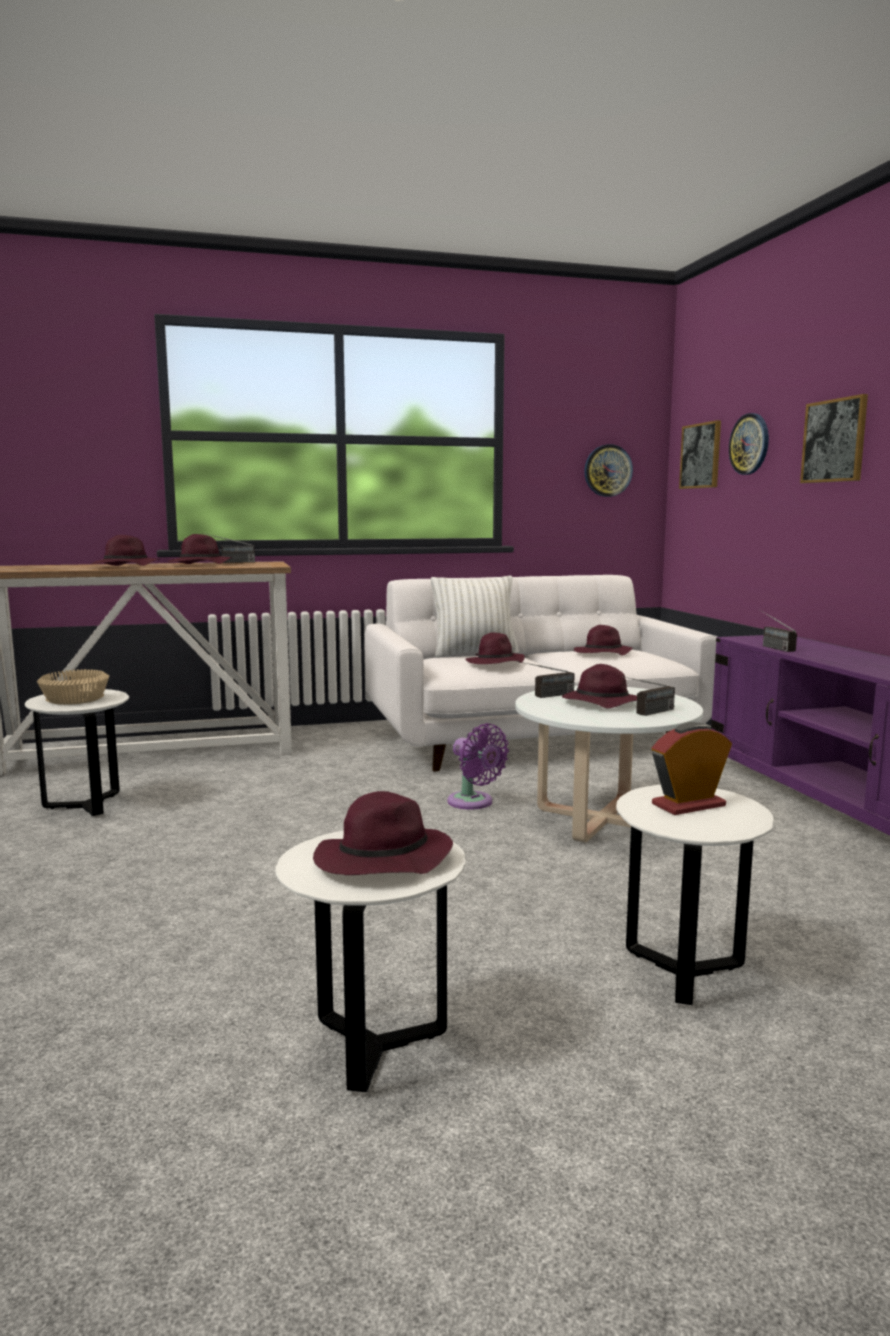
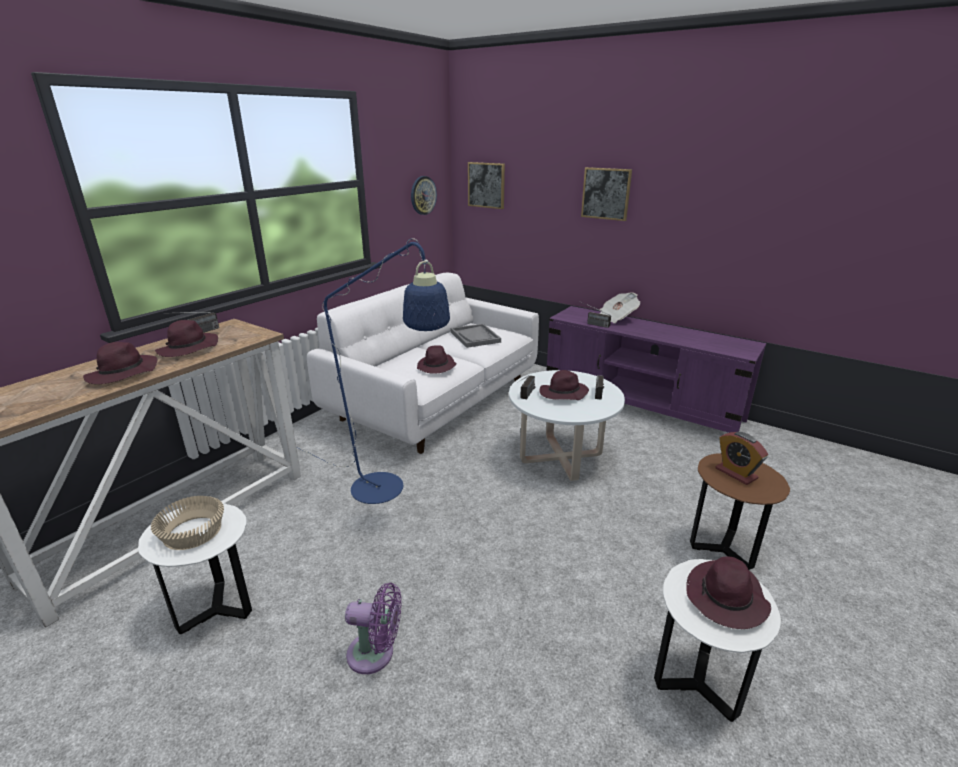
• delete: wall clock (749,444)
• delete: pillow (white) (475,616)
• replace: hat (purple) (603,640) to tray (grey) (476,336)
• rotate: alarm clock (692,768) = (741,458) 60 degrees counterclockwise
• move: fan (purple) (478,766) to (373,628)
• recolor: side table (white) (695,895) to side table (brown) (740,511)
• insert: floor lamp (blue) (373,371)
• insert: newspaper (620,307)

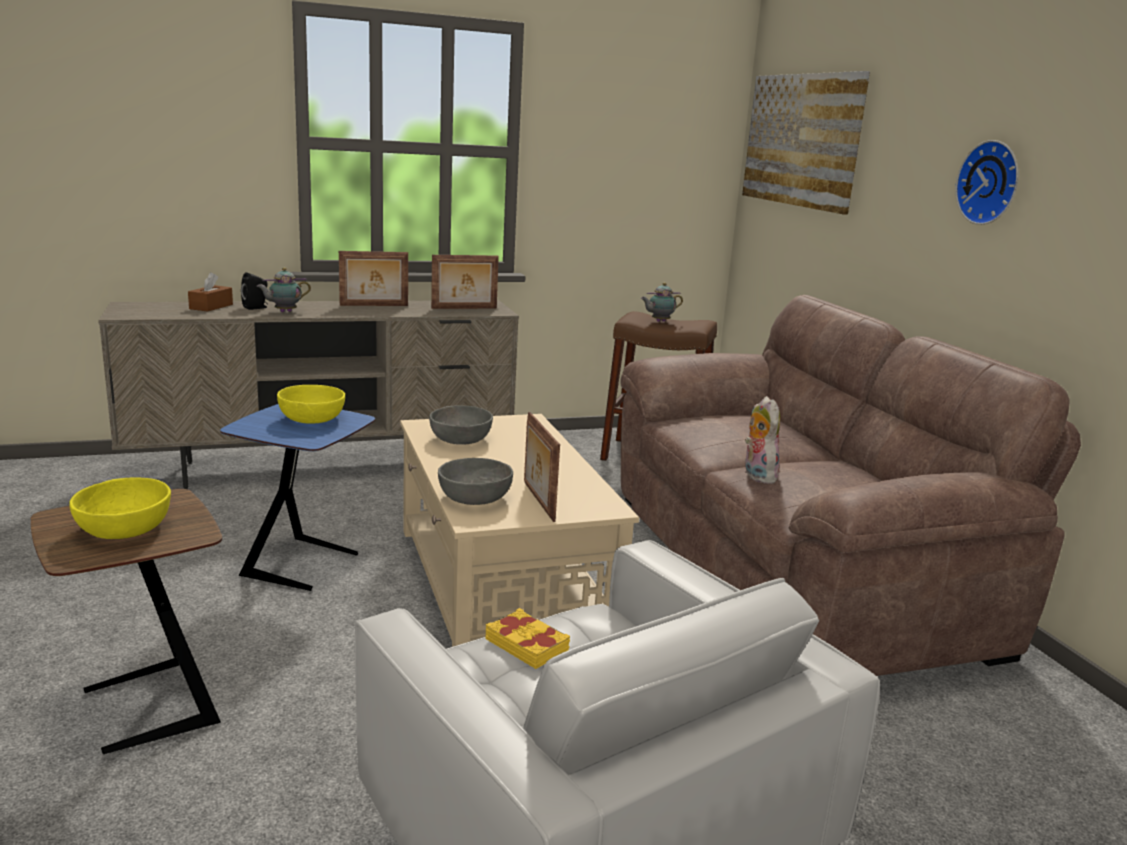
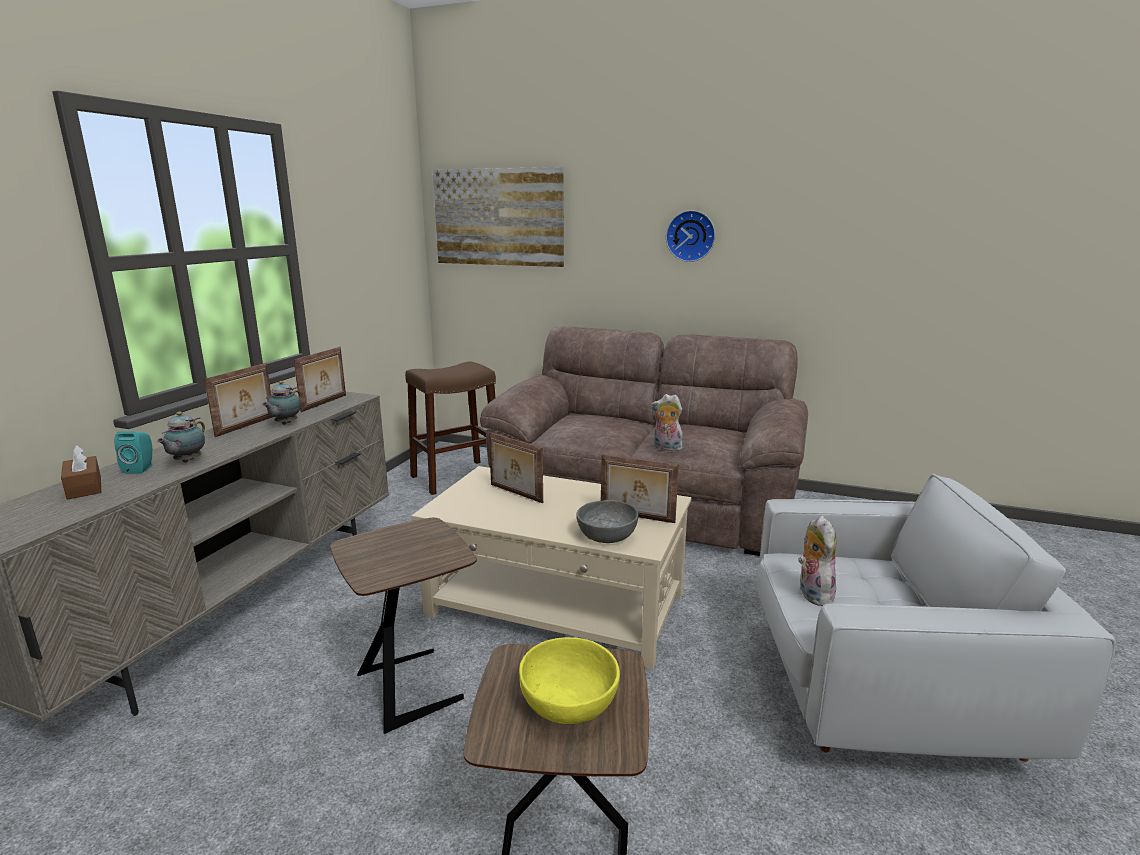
• recolor: speaker (black) (254,291) to speaker (turquoise) (133,452)
• move: teapot (662,302) to (281,403)
• delete: bowl (yellow) (311,404)
• recolor: side table (blue) (297,497) to side table (brown) (403,626)
• delete: bowl (grey) (461,425)
• replace: book (yellow) (527,638) to plush toy (817,560)
• insert: picture frame (516,467)

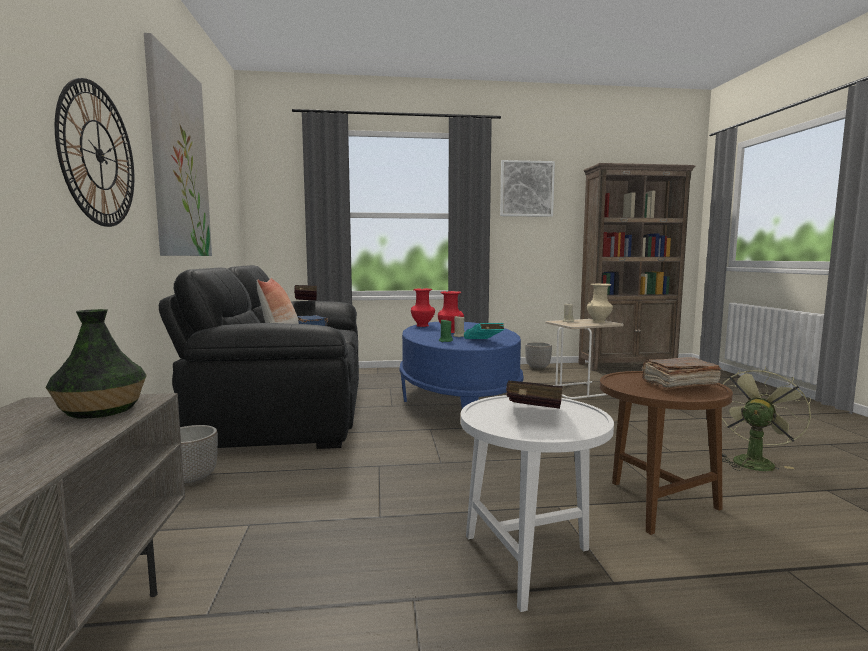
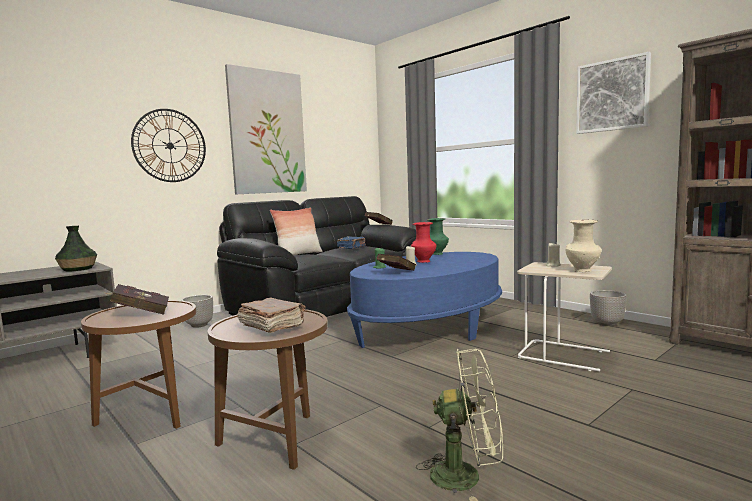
• recolor: vase (red) (423,307) to vase (green) (438,236)
• recolor: book (turquoise) (484,331) to book (red) (396,262)
• recolor: side table (white) (537,503) to side table (brown) (138,364)

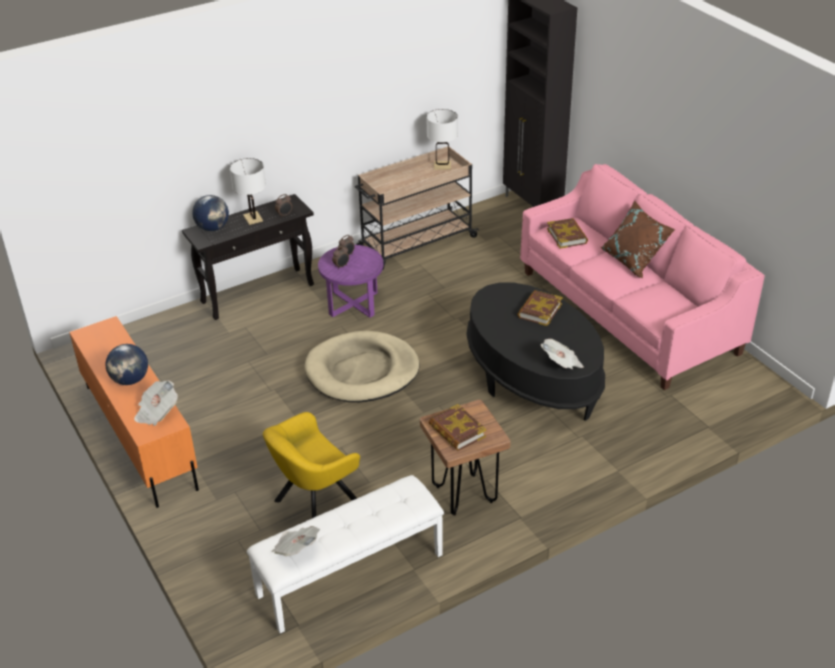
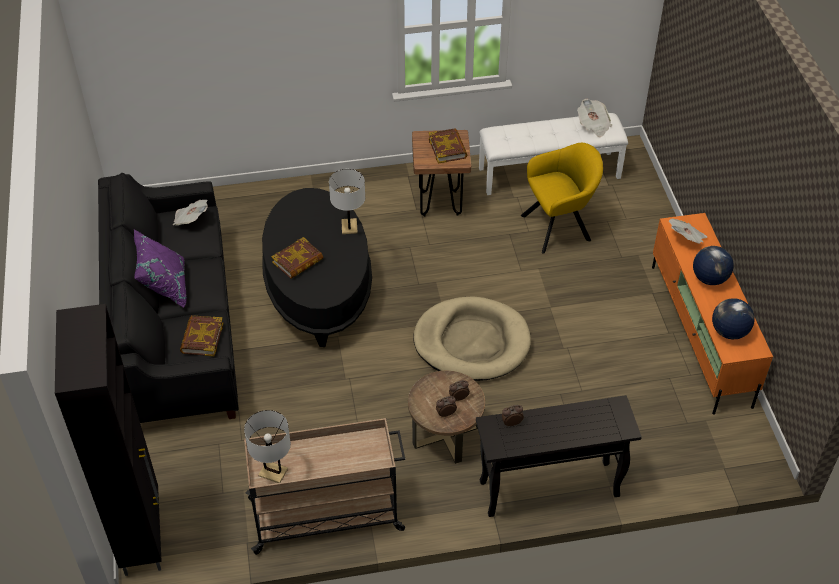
• move: table lamp (white) (248,191) to (347,201)
• recolor: sofa (pink) (642,277) to sofa (black) (168,298)
• move: globe (210,213) to (733,318)
• recolor: pillow (brown) (638,239) to pillow (purple) (160,268)
• recolor: side table (purple) (351,281) to side table (brown) (446,417)
• move: newspaper (562,354) to (190,212)

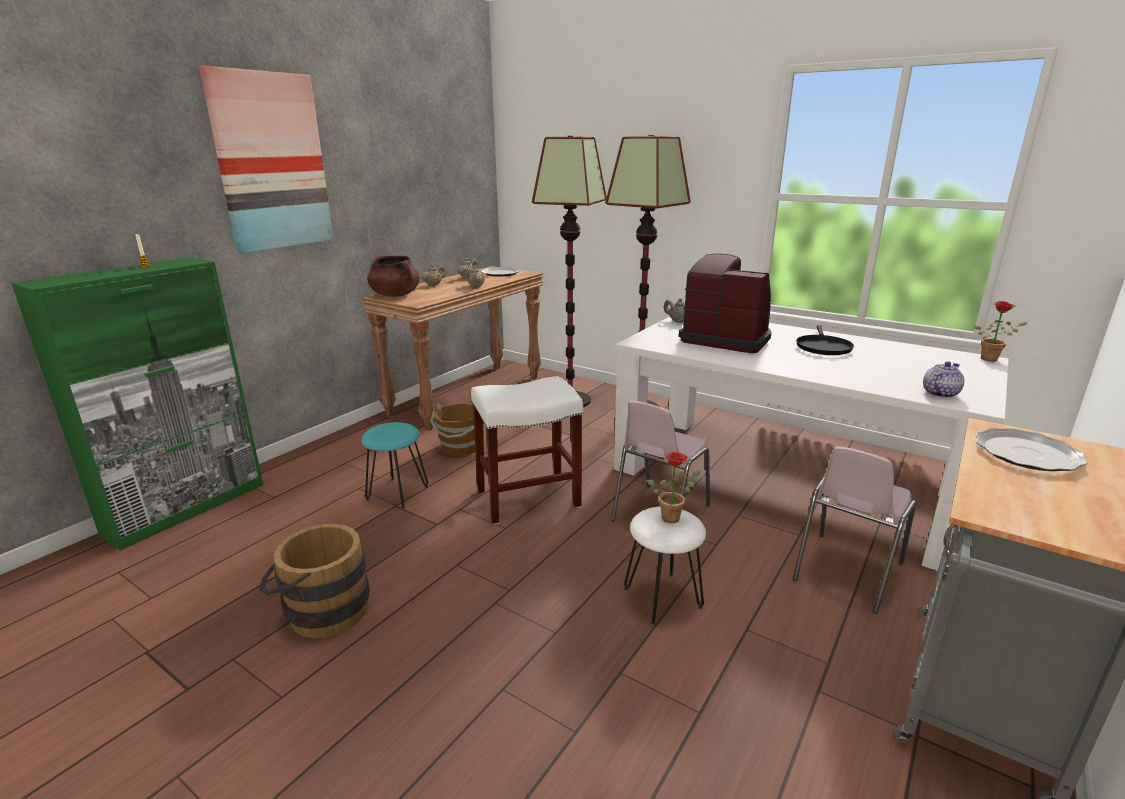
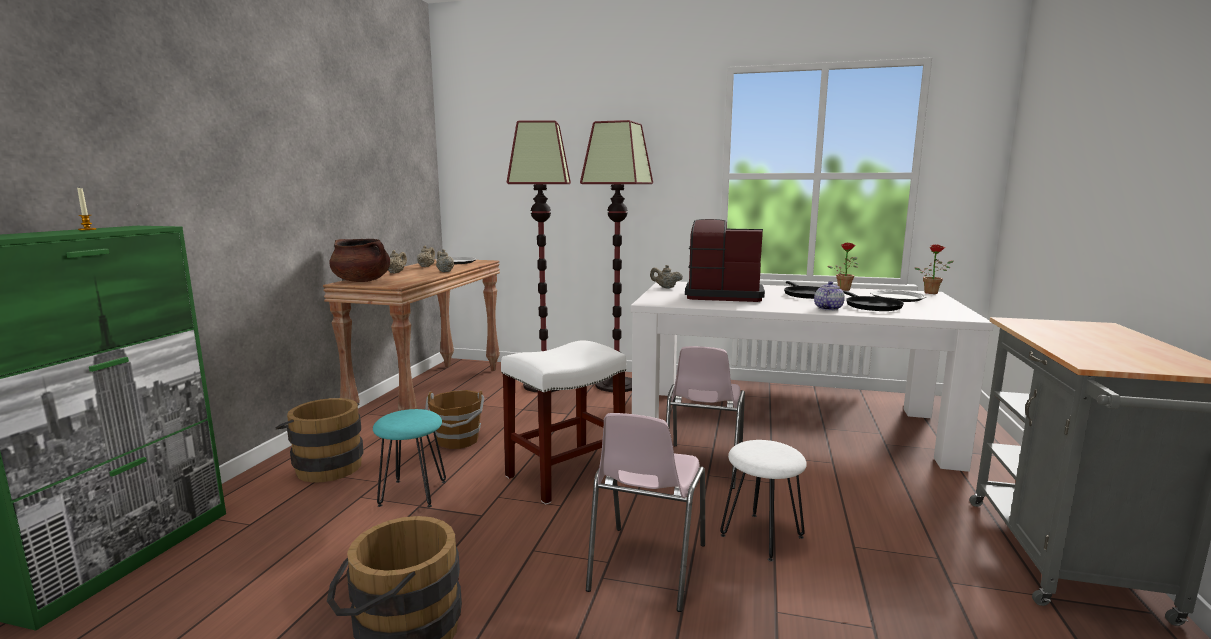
• delete: picture (266,159)
• move: teapot (943,379) to (829,296)
• move: plate (1031,449) to (898,296)
• move: chair (pink) (855,530) to (645,512)
• move: potted plant (673,487) to (843,267)
• insert: frying pan (black) (873,300)
• insert: bucket (brown) (319,440)

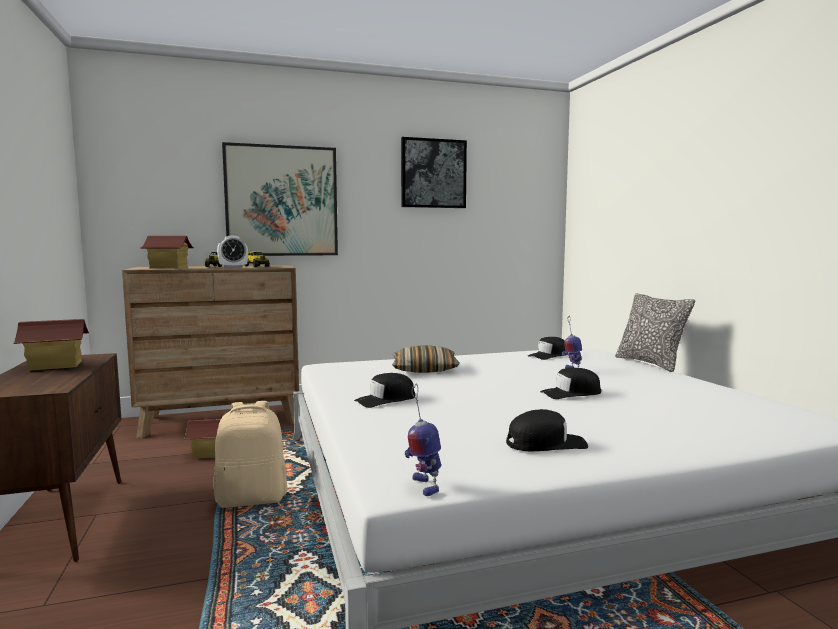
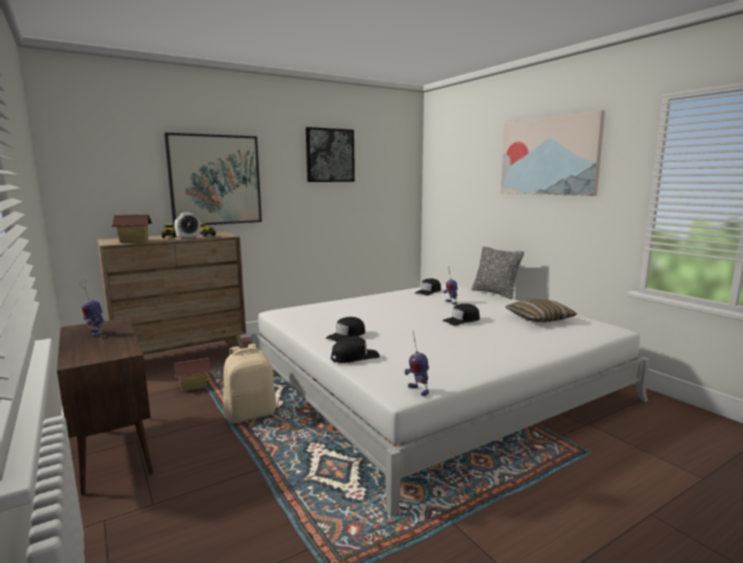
• replace: toy house (51,345) to toy robot (92,308)
• move: pillow (426,359) to (541,310)
• move: cap (black) (547,430) to (355,349)
• insert: picture (553,153)

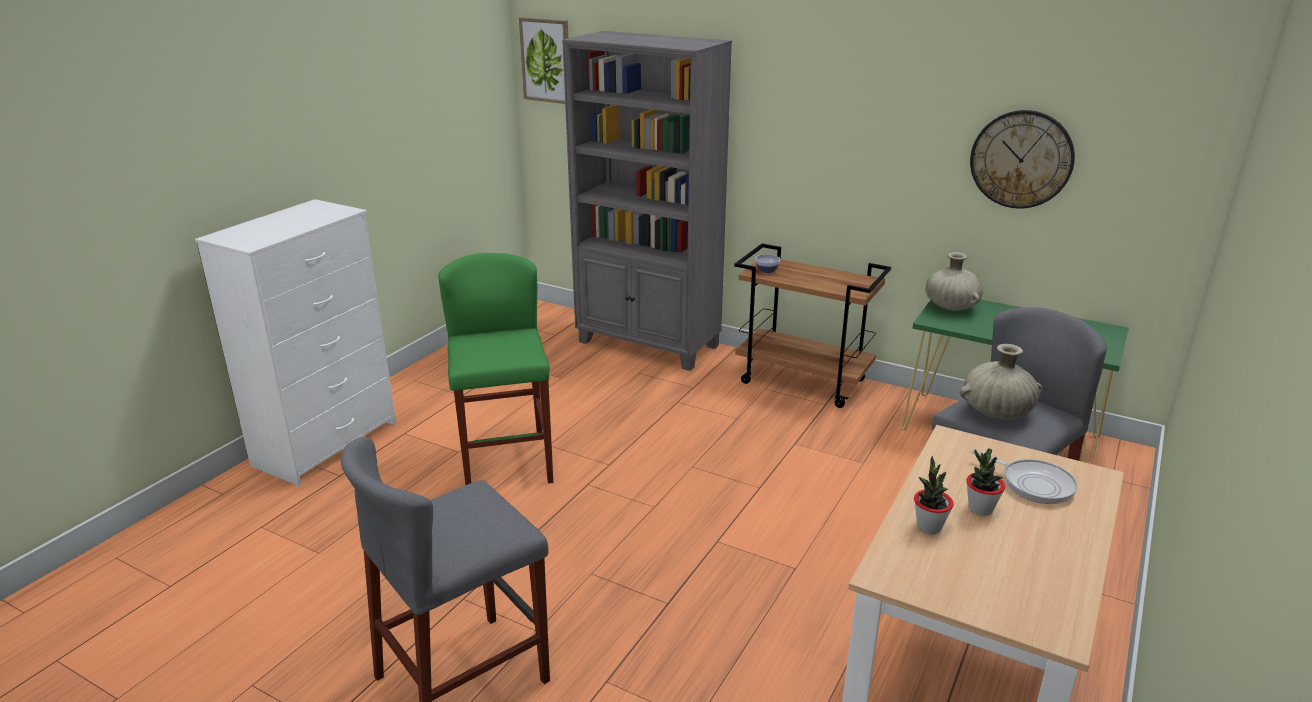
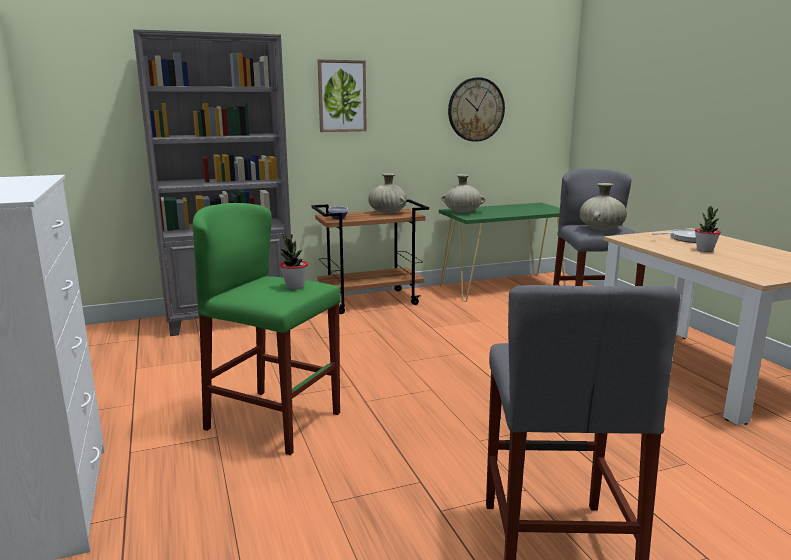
• move: picture (543,60) to (342,95)
• move: potted plant (934,495) to (294,261)
• insert: vase (beige) (388,193)

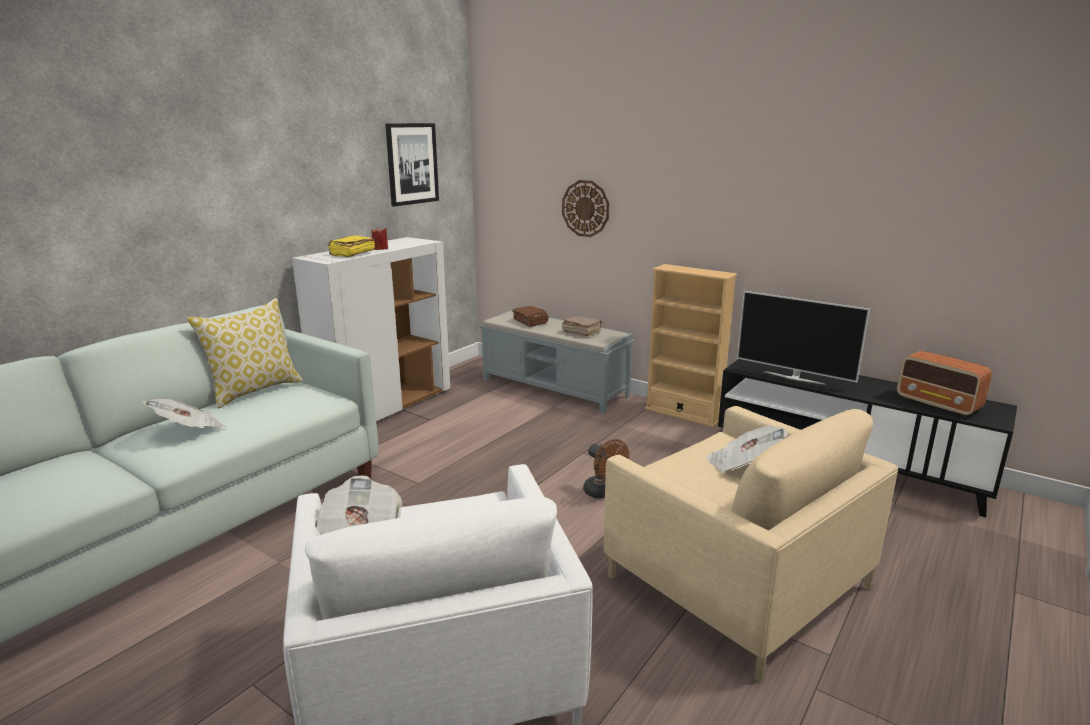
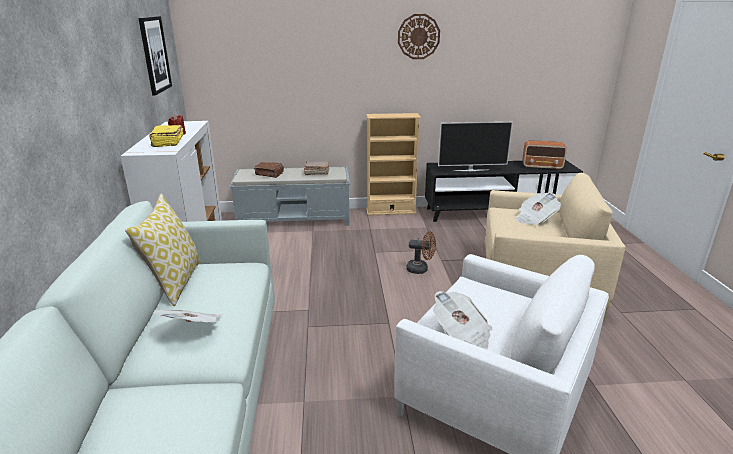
• move: wall clock (585,208) to (419,36)

